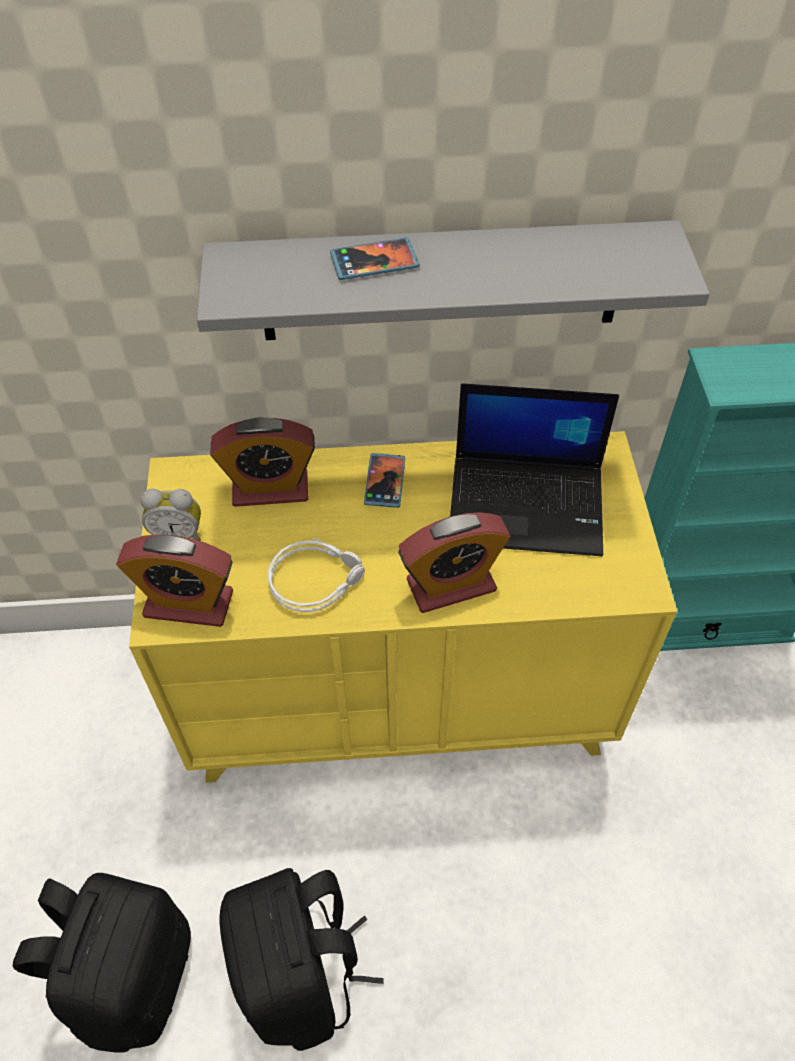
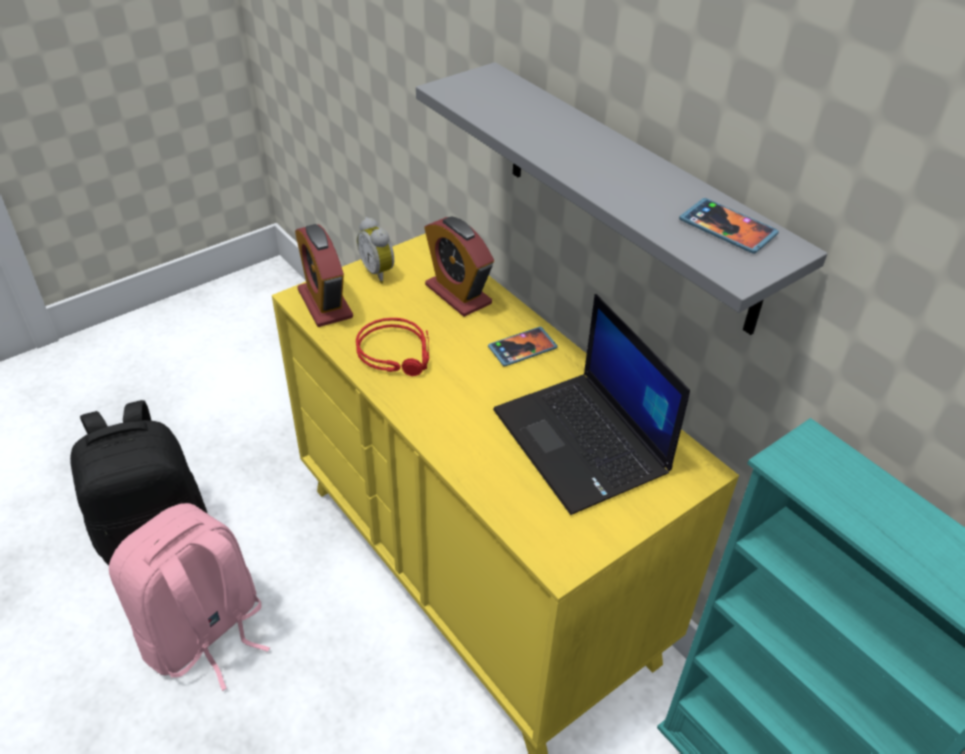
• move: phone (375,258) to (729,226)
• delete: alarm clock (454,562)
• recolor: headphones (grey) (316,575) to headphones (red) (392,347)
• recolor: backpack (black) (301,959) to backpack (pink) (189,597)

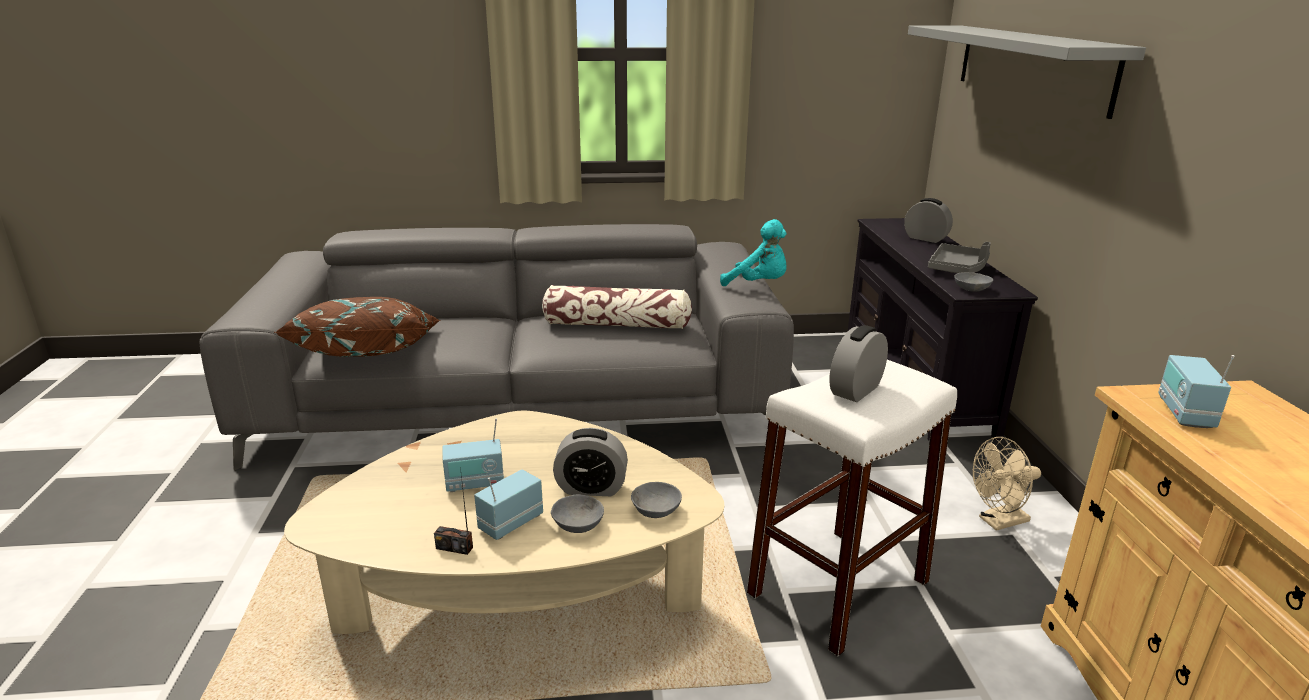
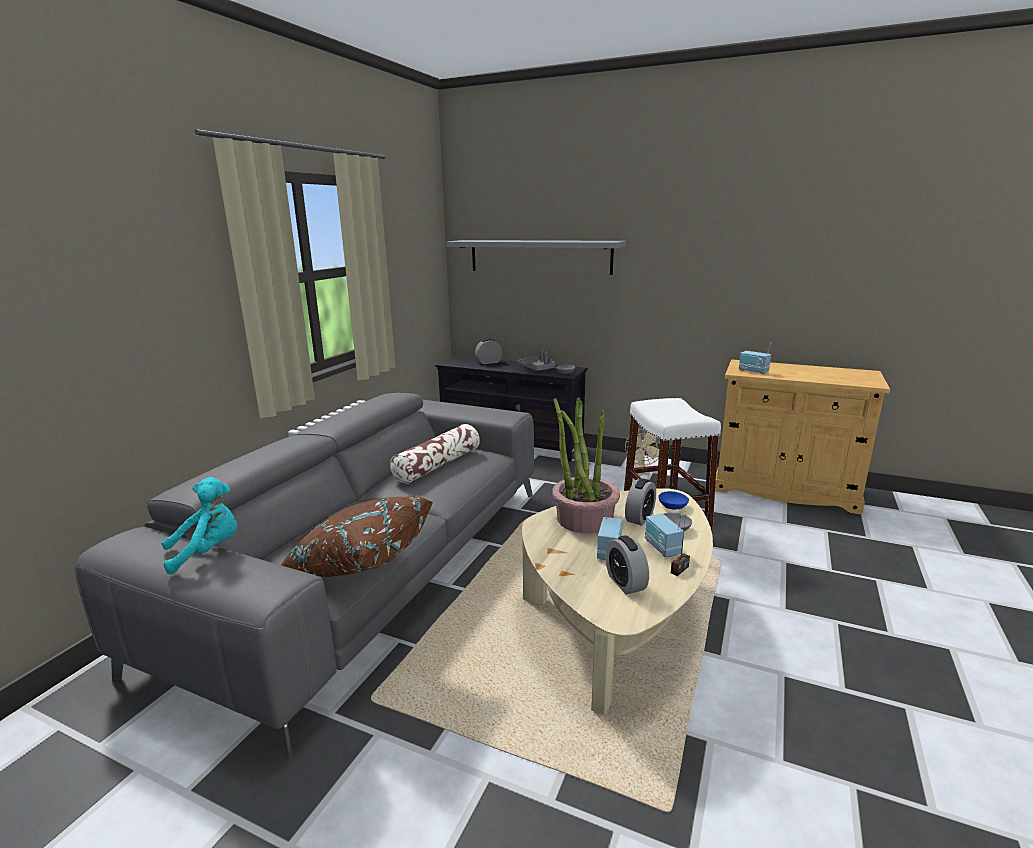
• move: plush toy (turquoise) (753,252) to (199,525)
• move: alarm clock (858,363) to (627,564)
• recolor: bowl (grey) (656,500) to bowl (blue) (673,500)
• insert: potted plant (586,465)

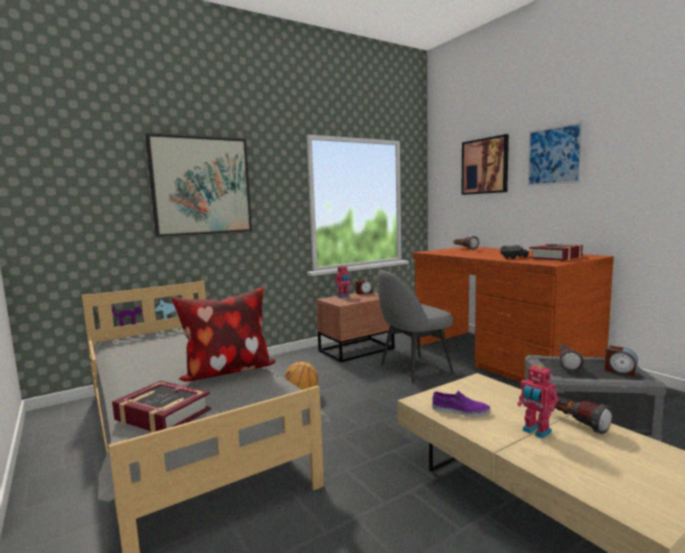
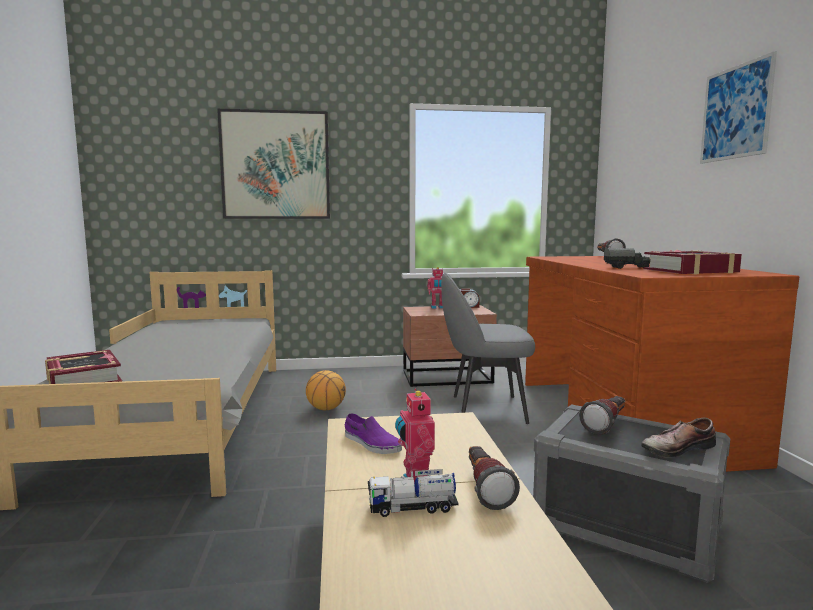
• delete: picture (485,164)
• delete: pillow (223,334)
• replace: alarm clock (621,360) to shoe (678,438)
• insert: toy truck (413,493)

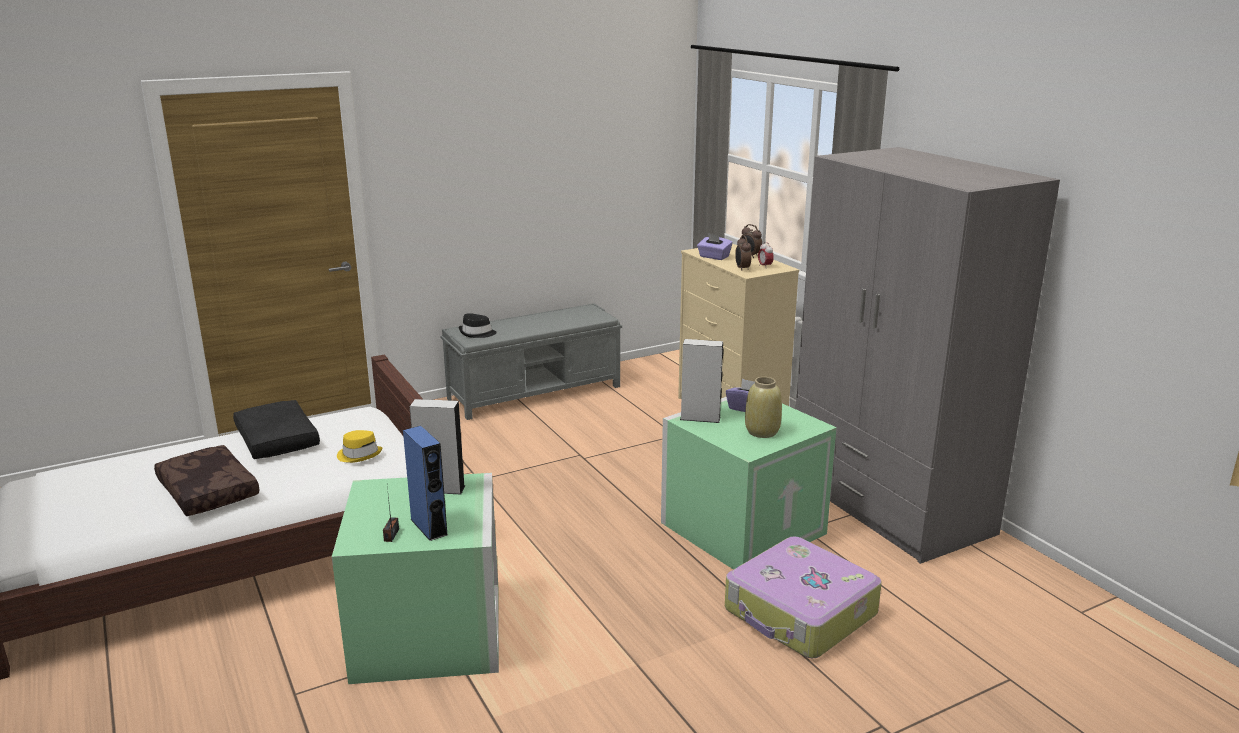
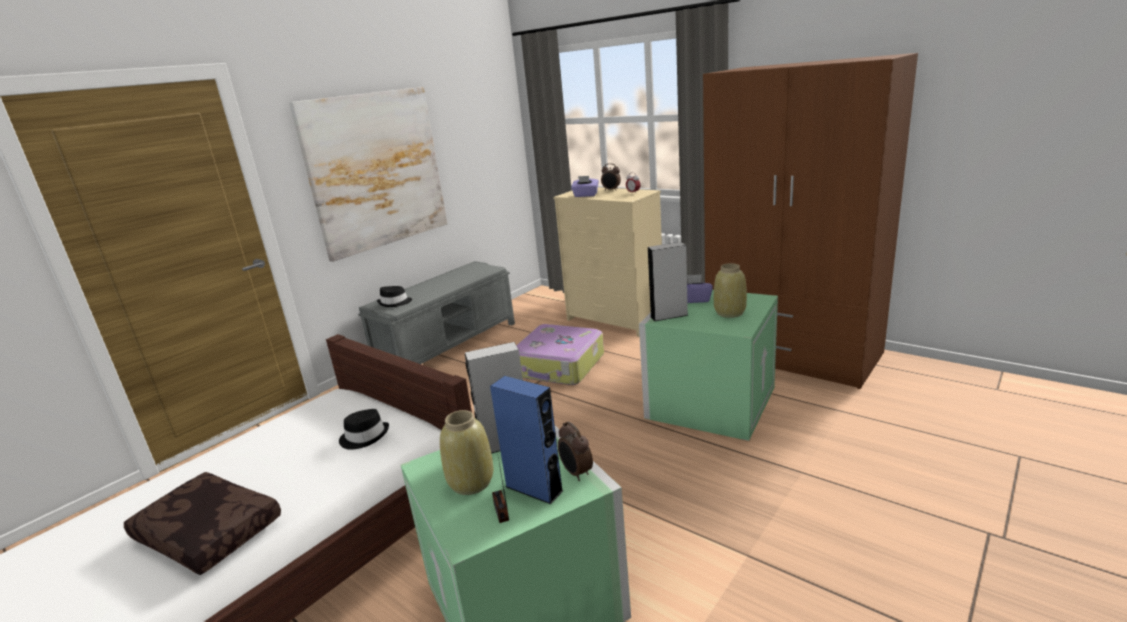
• recolor: wardrobe (grey) (928,355) to wardrobe (brown) (810,221)
• move: alarm clock (743,253) to (575,451)
• delete: pillow (black) (276,429)
• recolor: hat (yellow) (359,446) to hat (black) (364,429)
• move: suitcase (803,597) to (560,354)
• insert: picture (368,174)
• insert: vase (beige) (466,452)

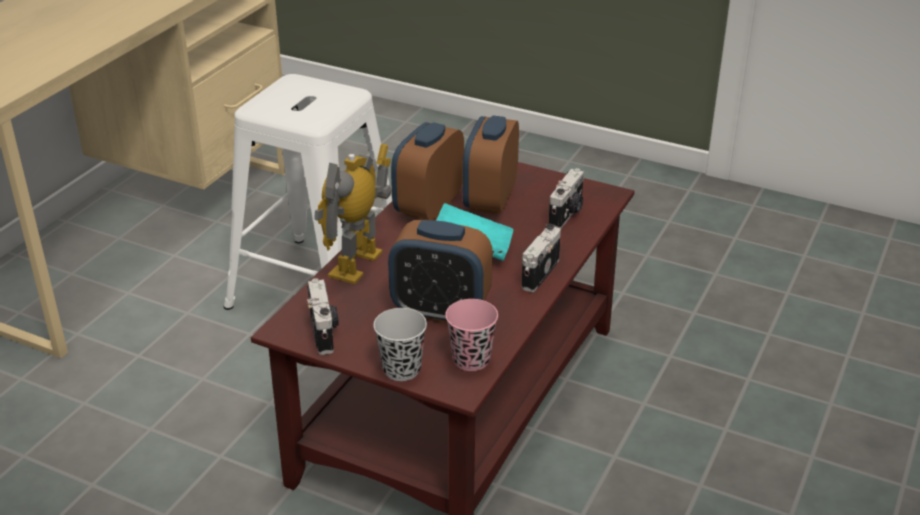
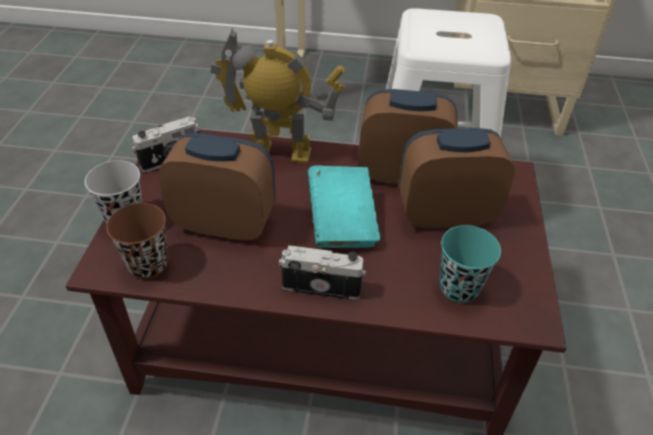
• replace: photo camera (566,198) to cup (turquoise) (470,264)
• rotate: alarm clock (440,271) = (217,187) 105 degrees clockwise
• recolor: cup (pink) (471,335) to cup (brown) (137,241)

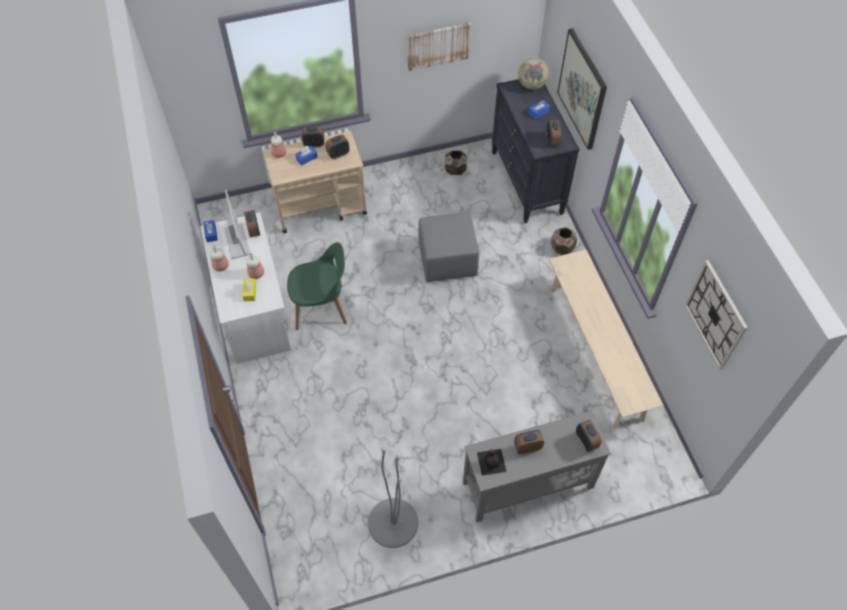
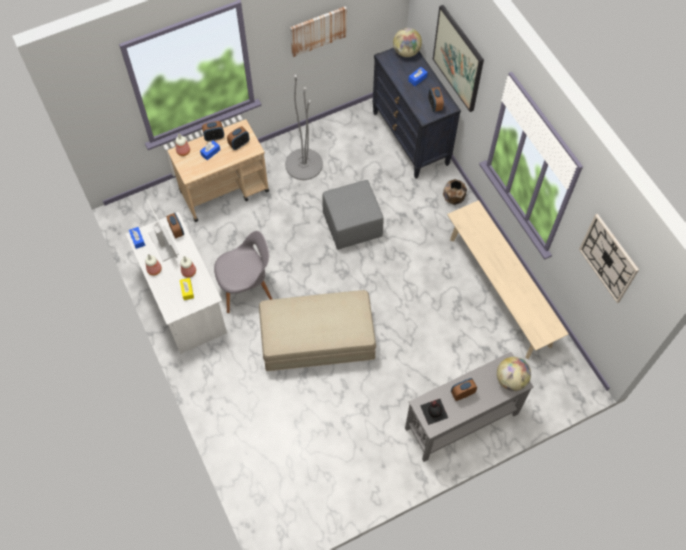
• delete: planter (brown) (456,162)
• recolor: chair (green) (317,286) to chair (grey) (243,272)
• replace: alarm clock (588,436) to globe (514,374)
• move: floor lamp (grey) (393,497) to (304,127)
• insert: ottoman (beige) (317,330)

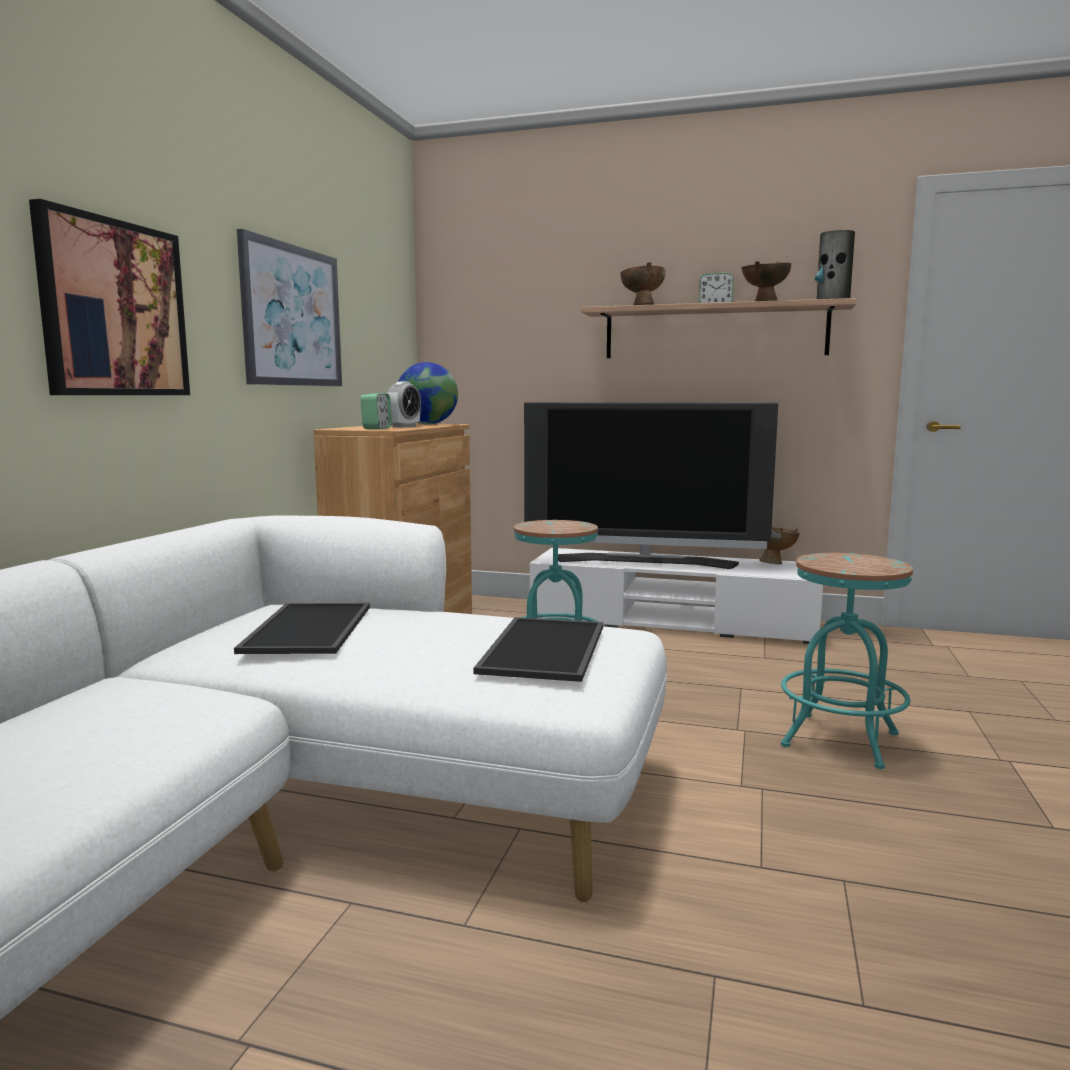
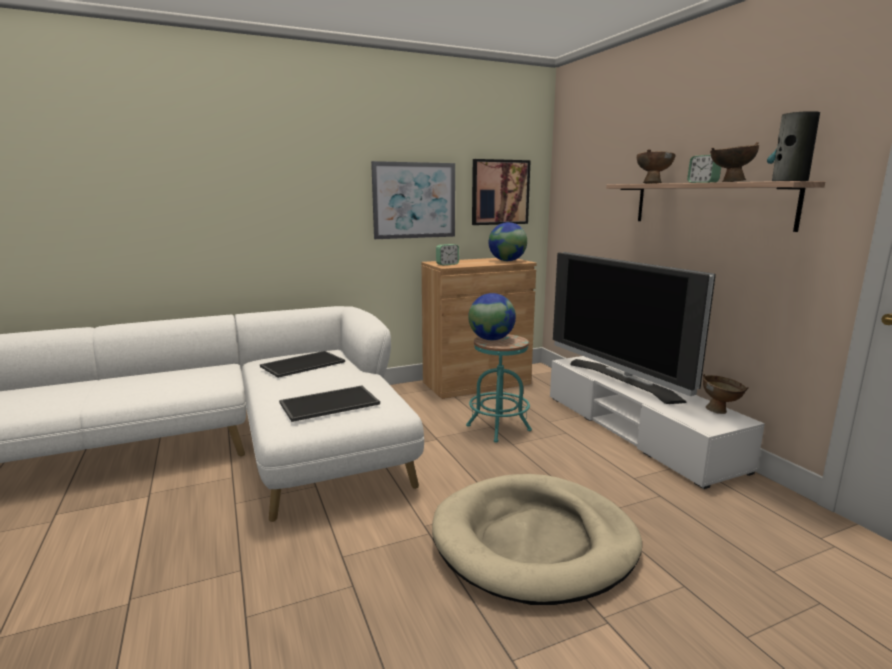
• move: picture (109,297) to (501,192)
• delete: alarm clock (404,404)
• replace: stool (turquoise) (847,661) to dog bed (beige) (537,539)
• insert: globe (492,316)

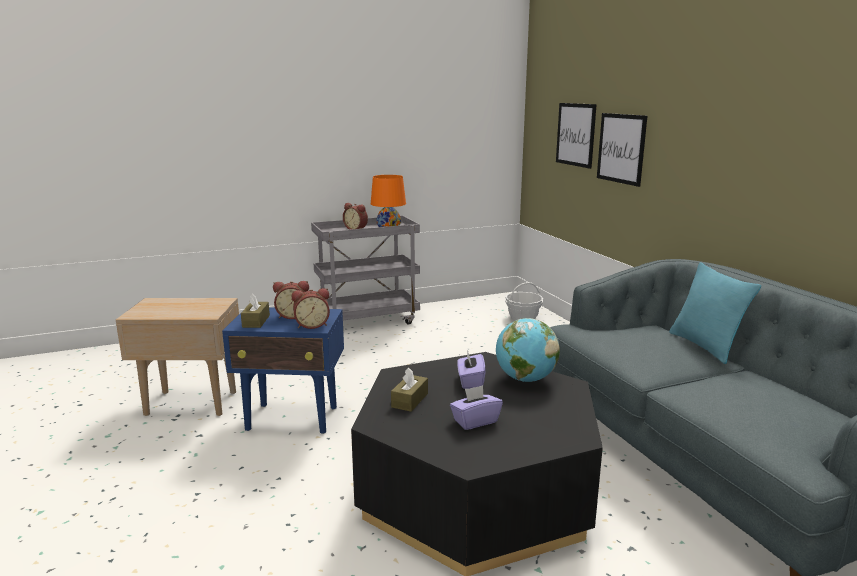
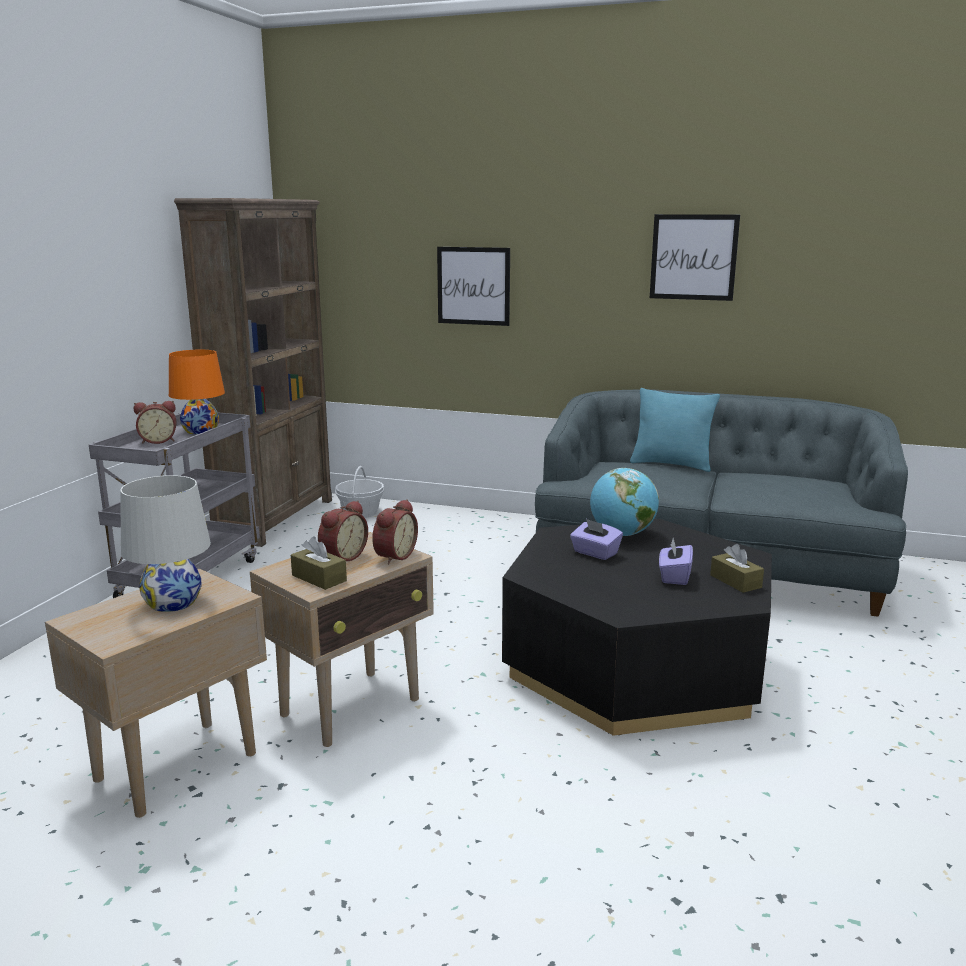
• move: picture (576,136) to (695,257)
• recolor: side table (blue) (283,370) to side table (beige) (342,639)
• move: tissue box (brown) (409,390) to (737,568)
• insert: bookcase (brown) (253,372)
• insert: table lamp (white) (165,543)

